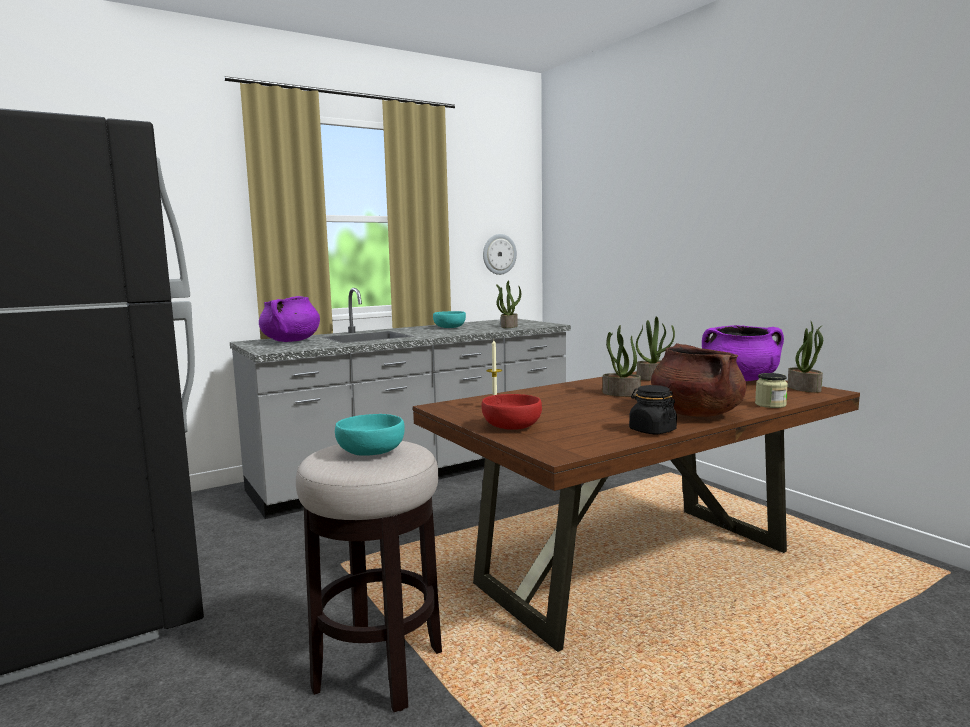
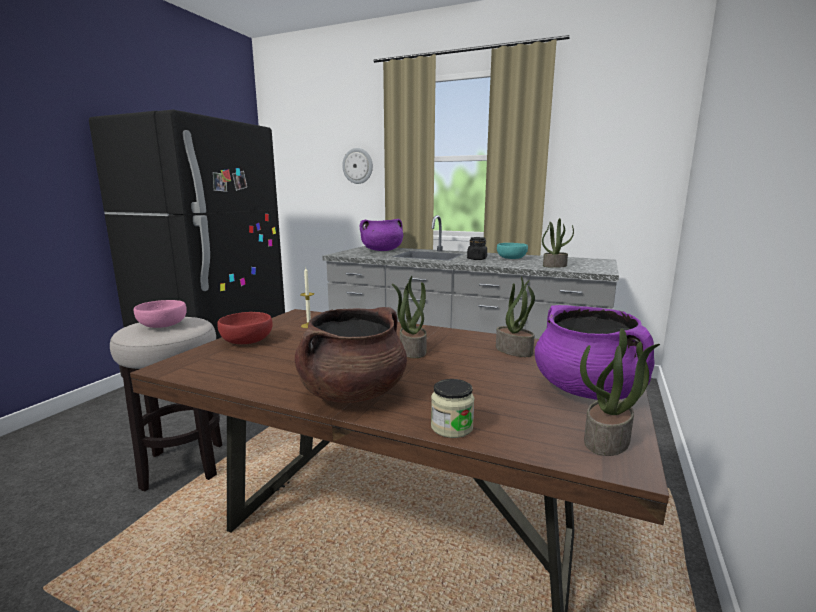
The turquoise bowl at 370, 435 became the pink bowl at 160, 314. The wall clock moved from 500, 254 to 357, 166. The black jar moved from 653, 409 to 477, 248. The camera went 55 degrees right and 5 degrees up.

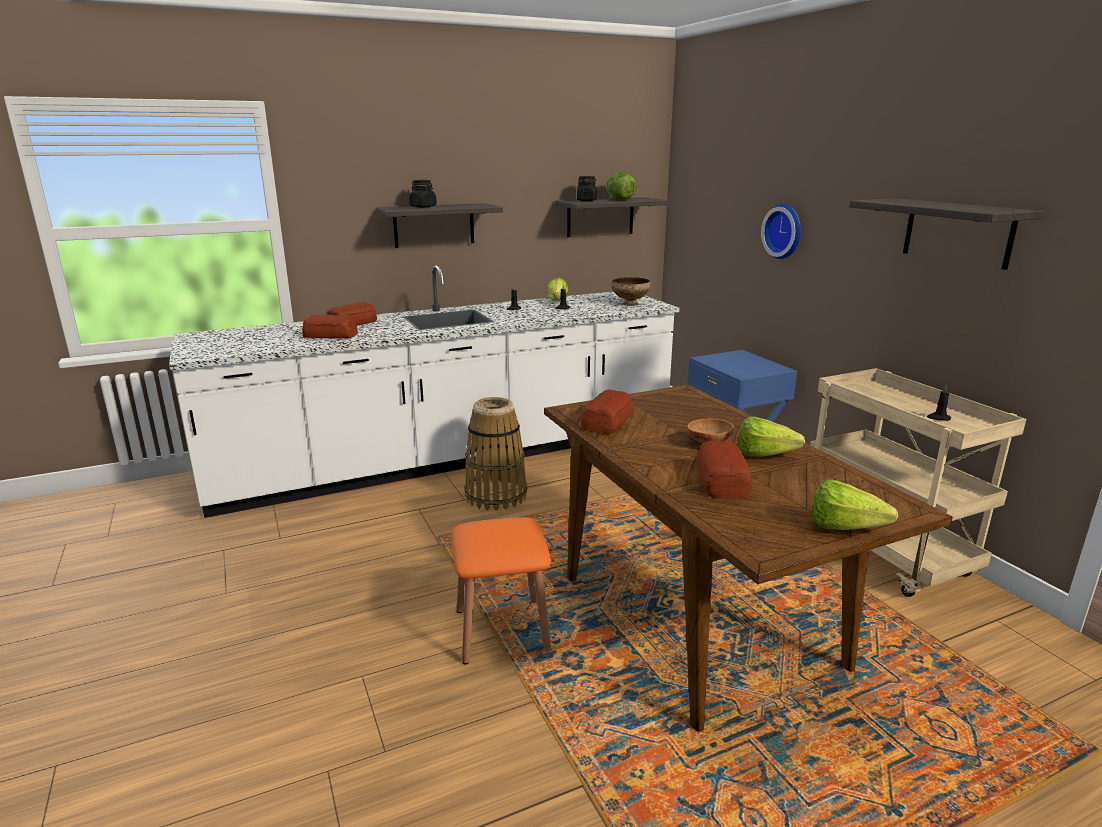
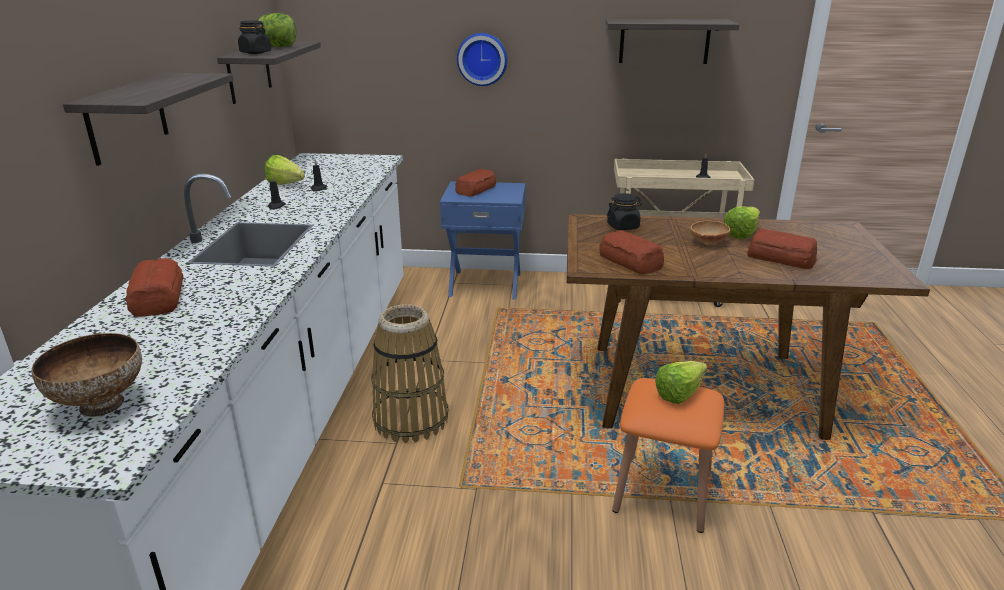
The bowl moved from 631, 291 to 87, 375. The bread moved from 330, 326 to 475, 182. The black jar moved from 423, 194 to 625, 211. The lettuce moved from 855, 504 to 681, 382. The camera went 60 degrees left and 5 degrees up.

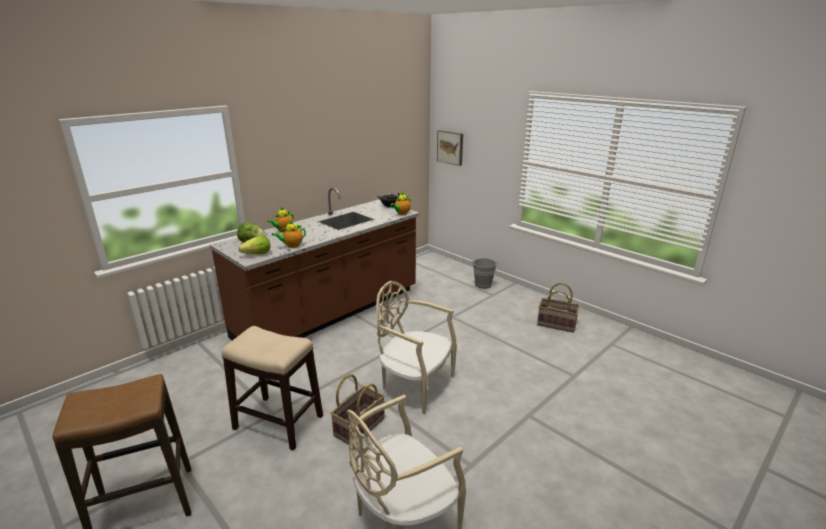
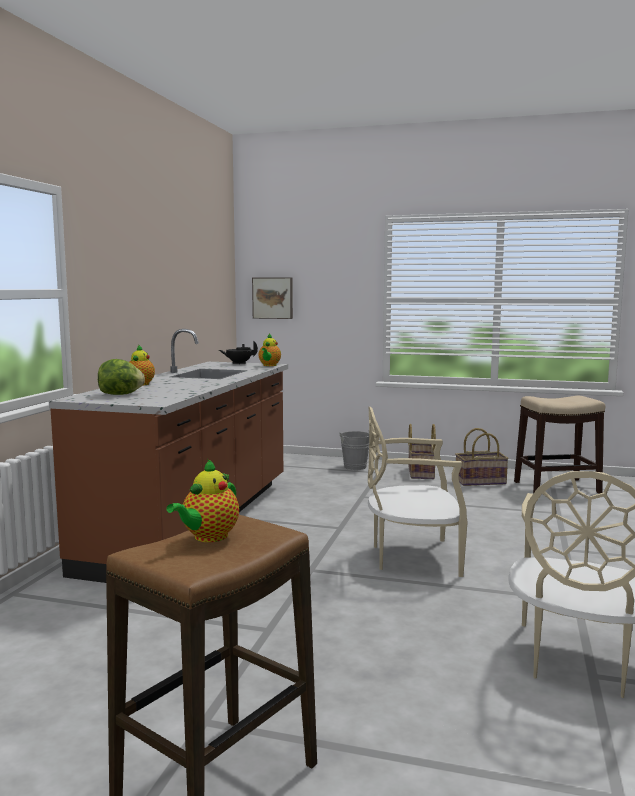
The teapot moved from 289, 234 to 202, 500. The basket moved from 357, 409 to 422, 451. The stool moved from 272, 388 to 559, 445. The lettuce at 254, 245 disappeared. The camera went 30 degrees left and 15 degrees down.

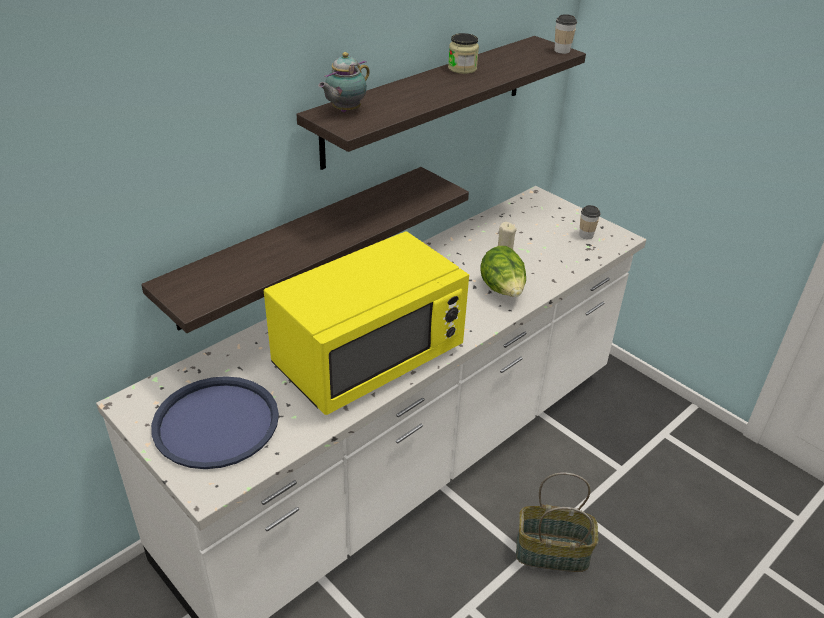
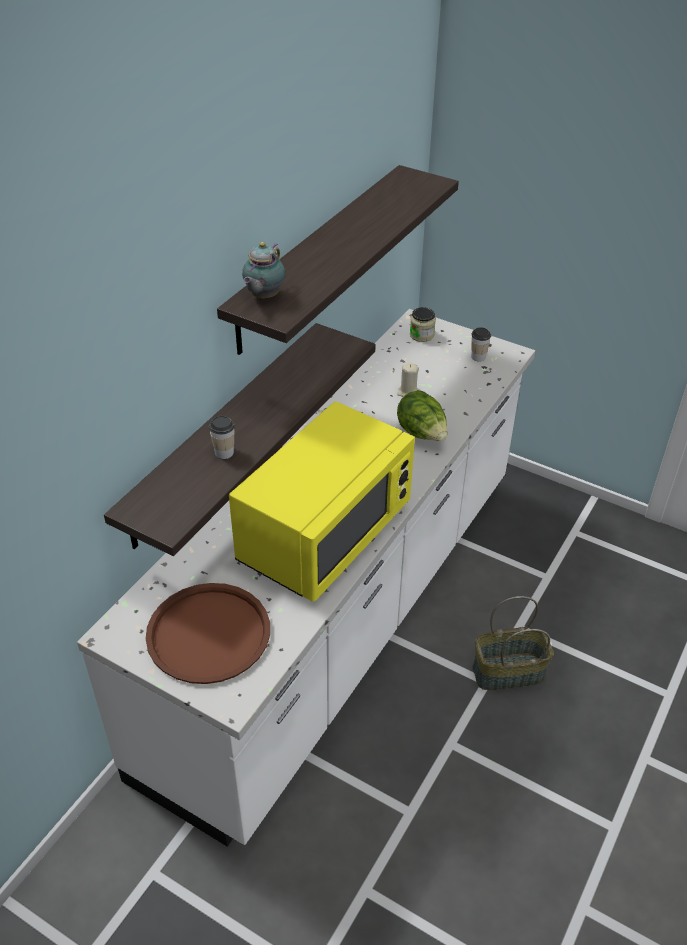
The blue tray at 215, 422 became the brown tray at 208, 633. The cup moved from 565, 34 to 222, 437. The jar moved from 463, 53 to 423, 324. The camera went 15 degrees left and 5 degrees up.

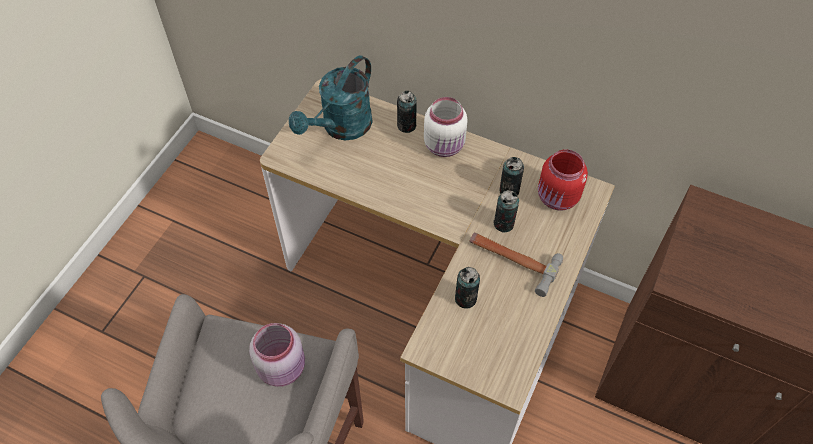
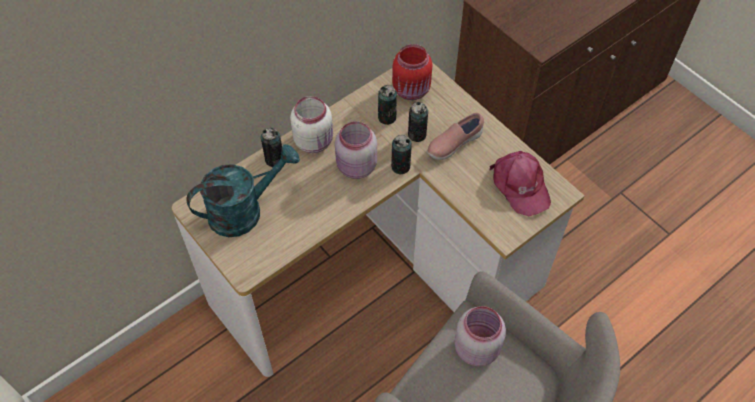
The turquoise watering can at 331, 98 turned 90 degrees counterclockwise. The pink jar at 356, 150 appeared. The can moved from 467, 288 to 401, 154. The hammer at 516, 264 was replaced by the pink shoe at 455, 136. The pink cap at 520, 183 appeared. The camera went 65 degrees left and 0 degrees up.

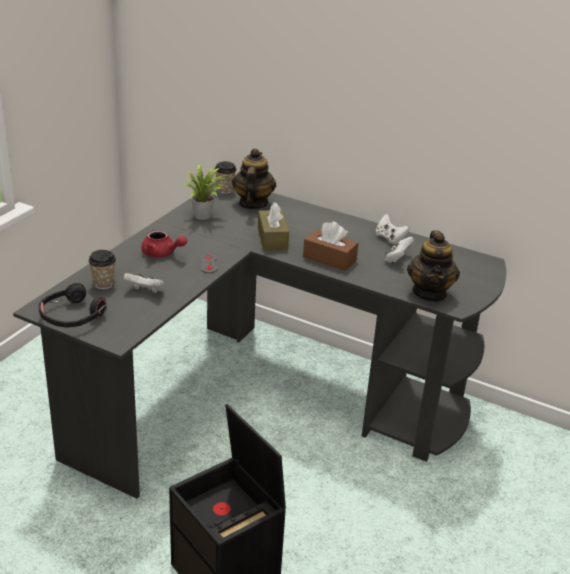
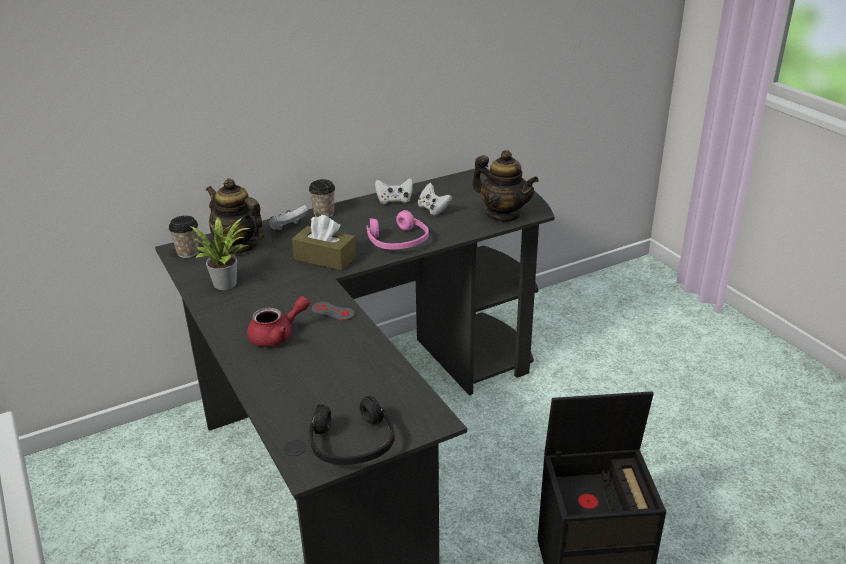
The white game controller moved from 143, 283 to 289, 218. The cup moved from 102, 270 to 322, 198. The brown tissue box at 330, 246 was replaced by the pink headphones at 398, 230. The camera went 55 degrees left and 0 degrees up.

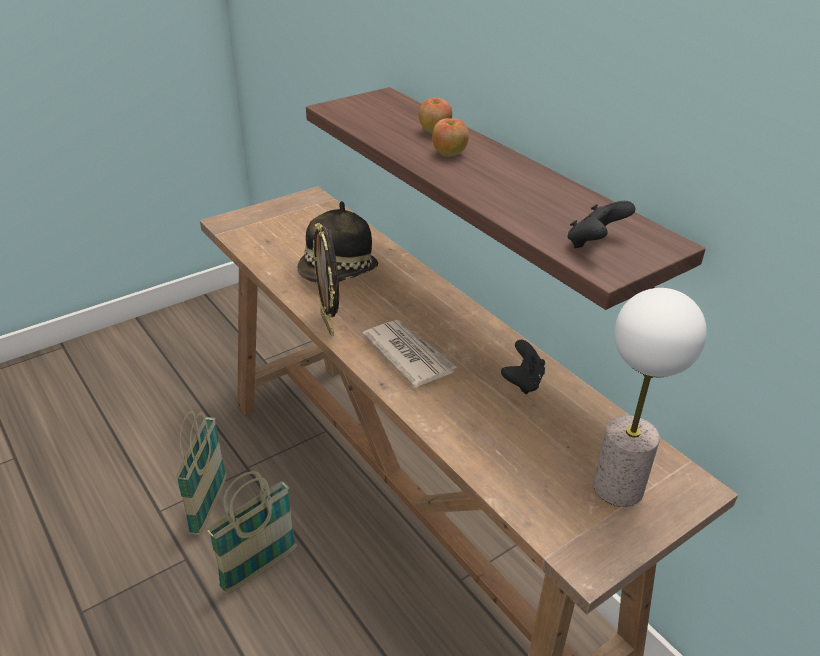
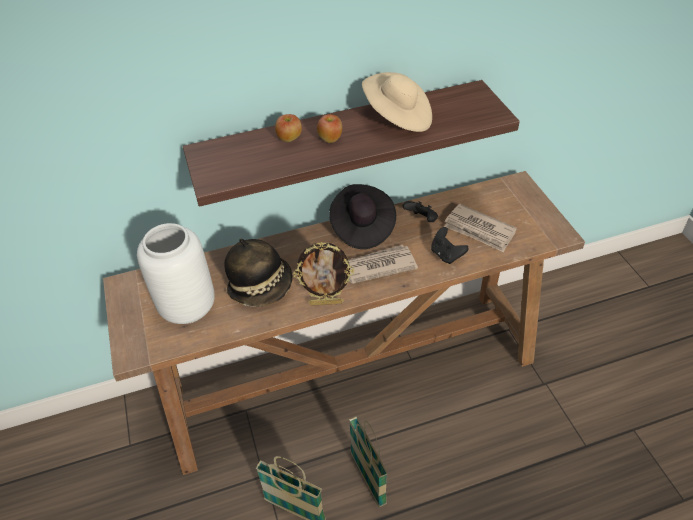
The white vase at 176, 273 appeared. The black hat at 362, 216 appeared. The beige hat at 397, 102 appeared. The black game controller moved from 601, 224 to 450, 245. The newspaper at 480, 228 appeared. The table lamp at 650, 397 disappeared. The camera went 70 degrees left and 10 degrees up.

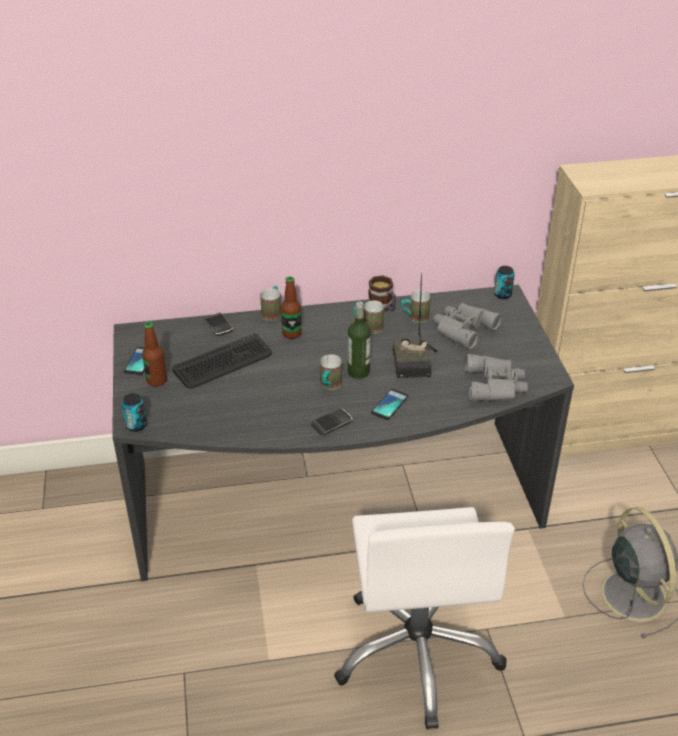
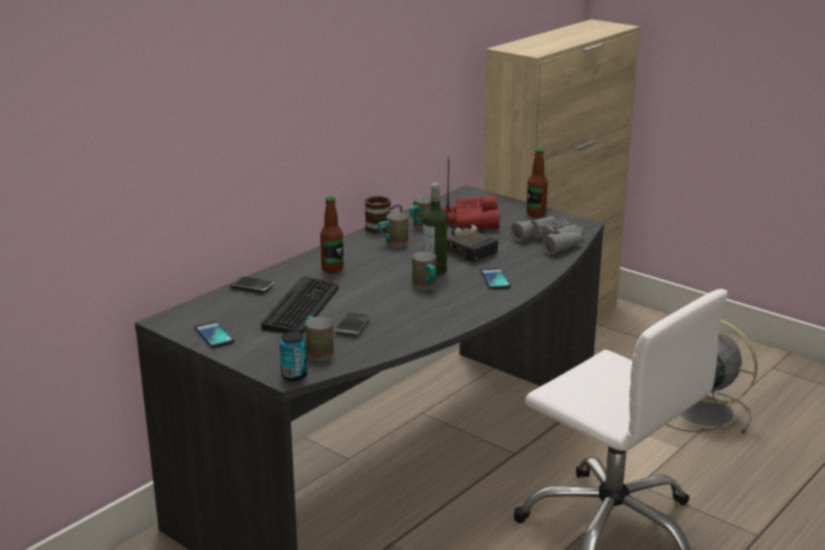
The mug moved from 270, 303 to 319, 338. The phone moved from 332, 422 to 352, 325. The grey binoculars at 467, 326 became the red binoculars at 470, 212. The bottle moved from 154, 354 to 537, 182. The can at 504, 282 disappeared. The camera went 40 degrees left and 15 degrees down.

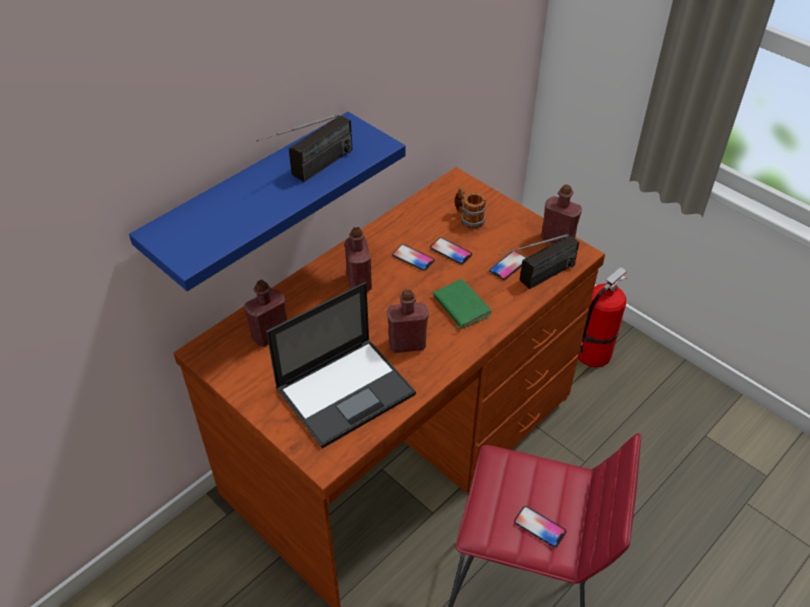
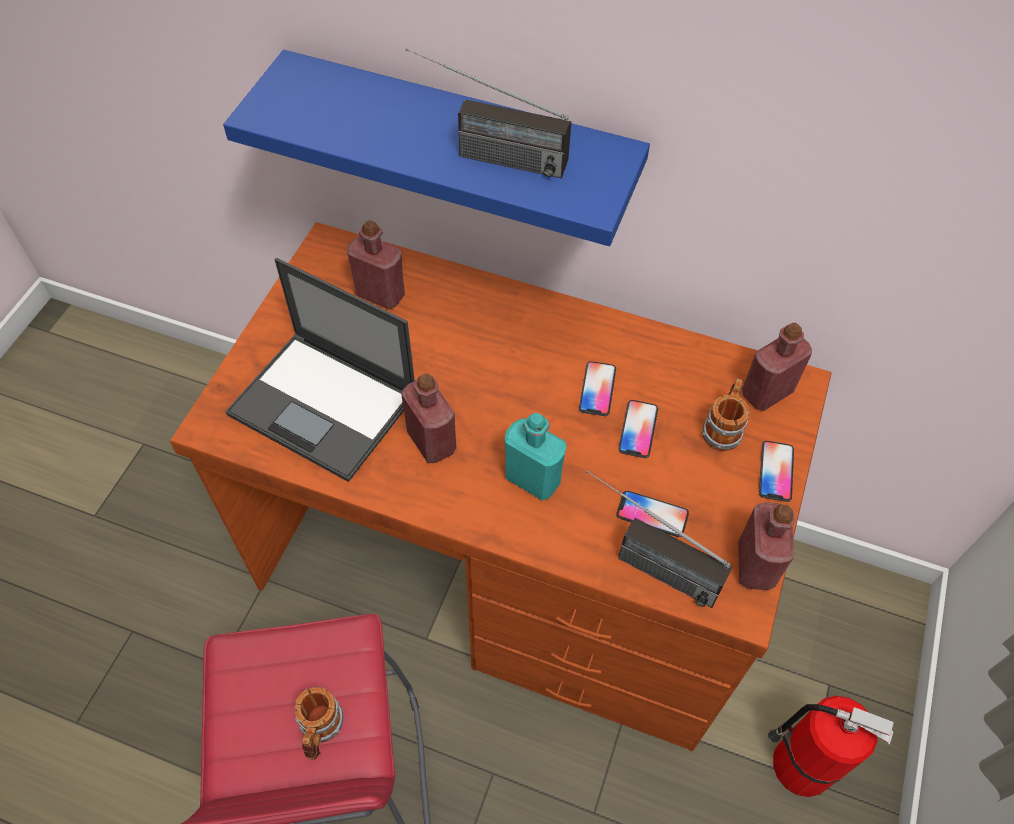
The mug at 319, 723 appeared. The green book at 462, 304 was replaced by the turquoise bottle at 536, 456. The red bottle moved from 358, 259 to 777, 367. The phone moved from 540, 526 to 776, 471. The camera went 65 degrees right and 10 degrees up.

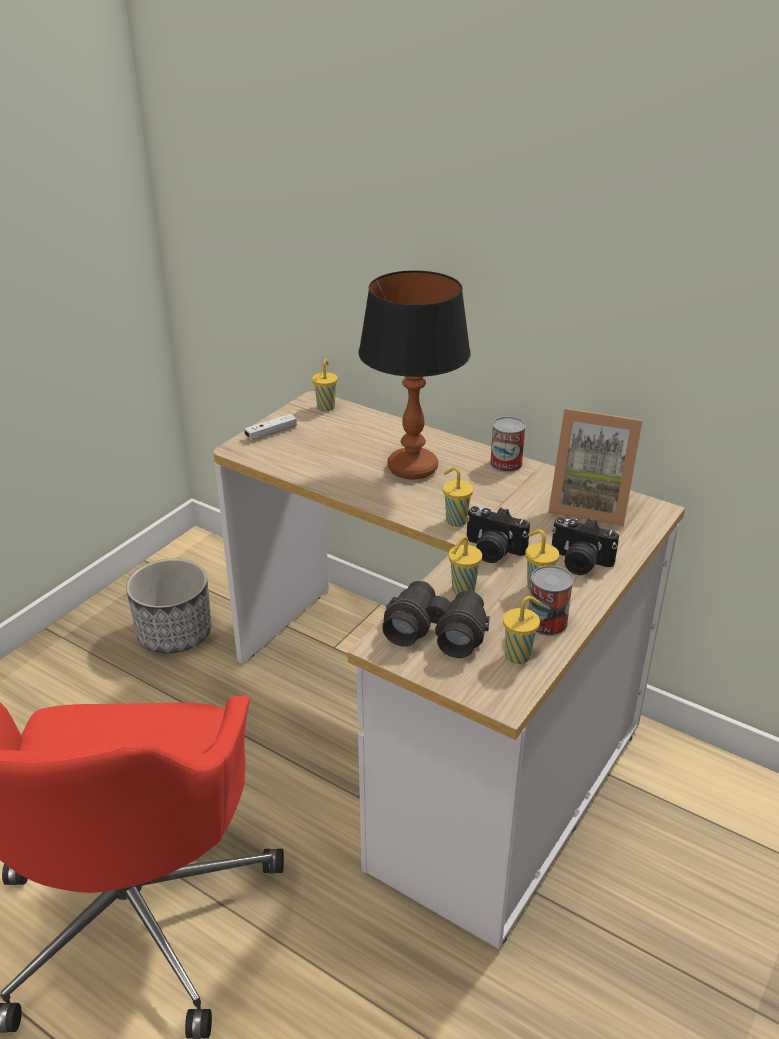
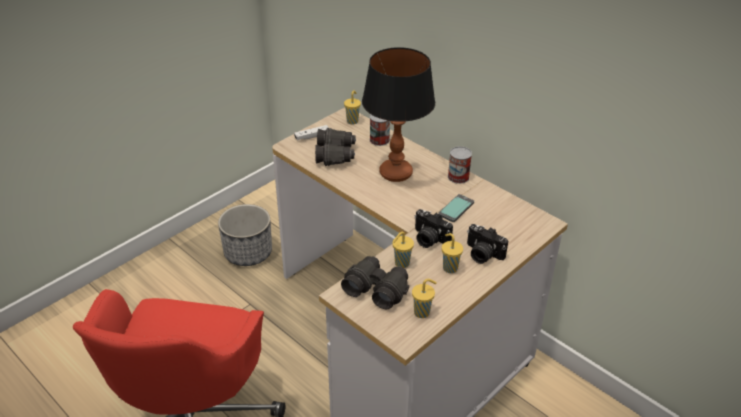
The black binoculars at 335, 147 appeared. The can moved from 551, 600 to 380, 130. The phone at 456, 208 appeared. The yellow cup at 458, 497 disappeared. The picture frame at 595, 467 disappeared. The camera went 10 degrees right and 5 degrees up.

